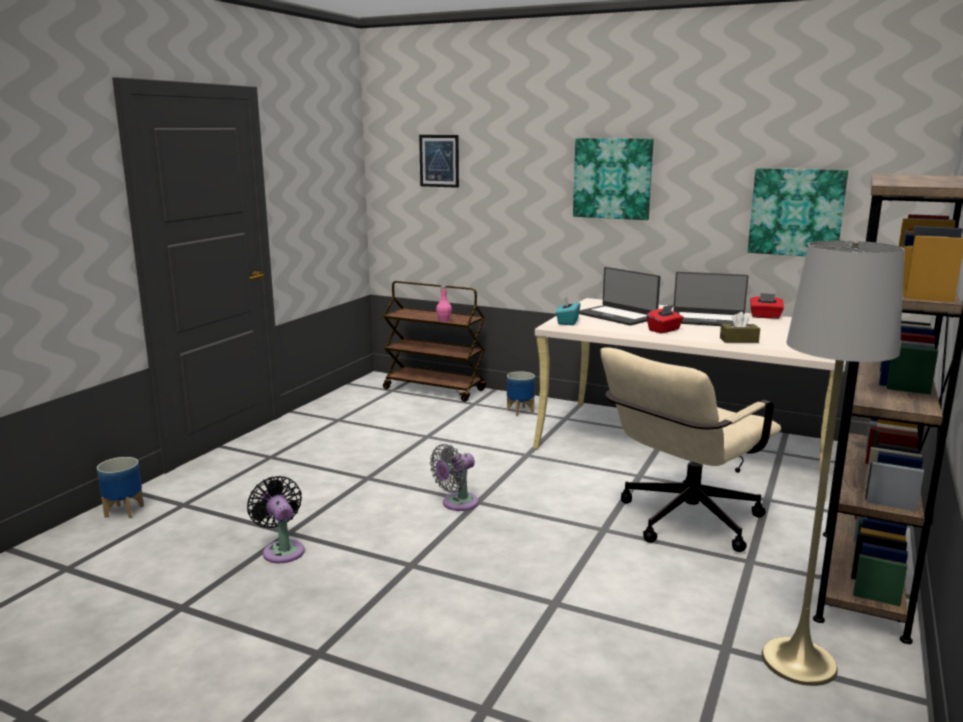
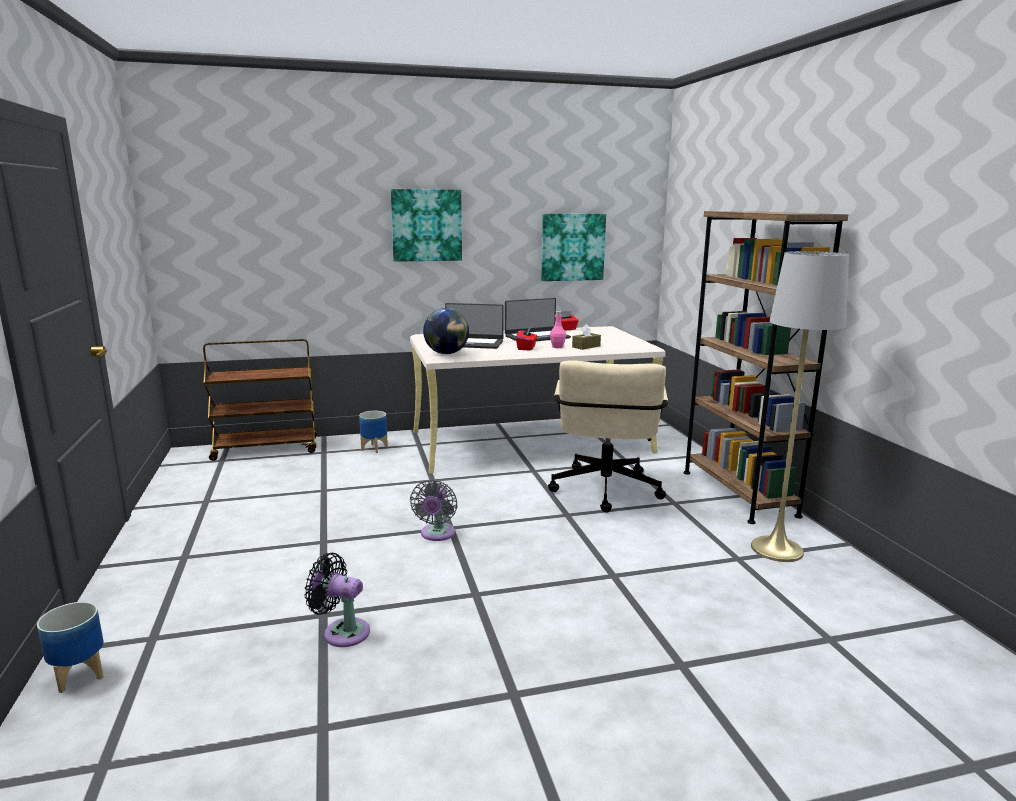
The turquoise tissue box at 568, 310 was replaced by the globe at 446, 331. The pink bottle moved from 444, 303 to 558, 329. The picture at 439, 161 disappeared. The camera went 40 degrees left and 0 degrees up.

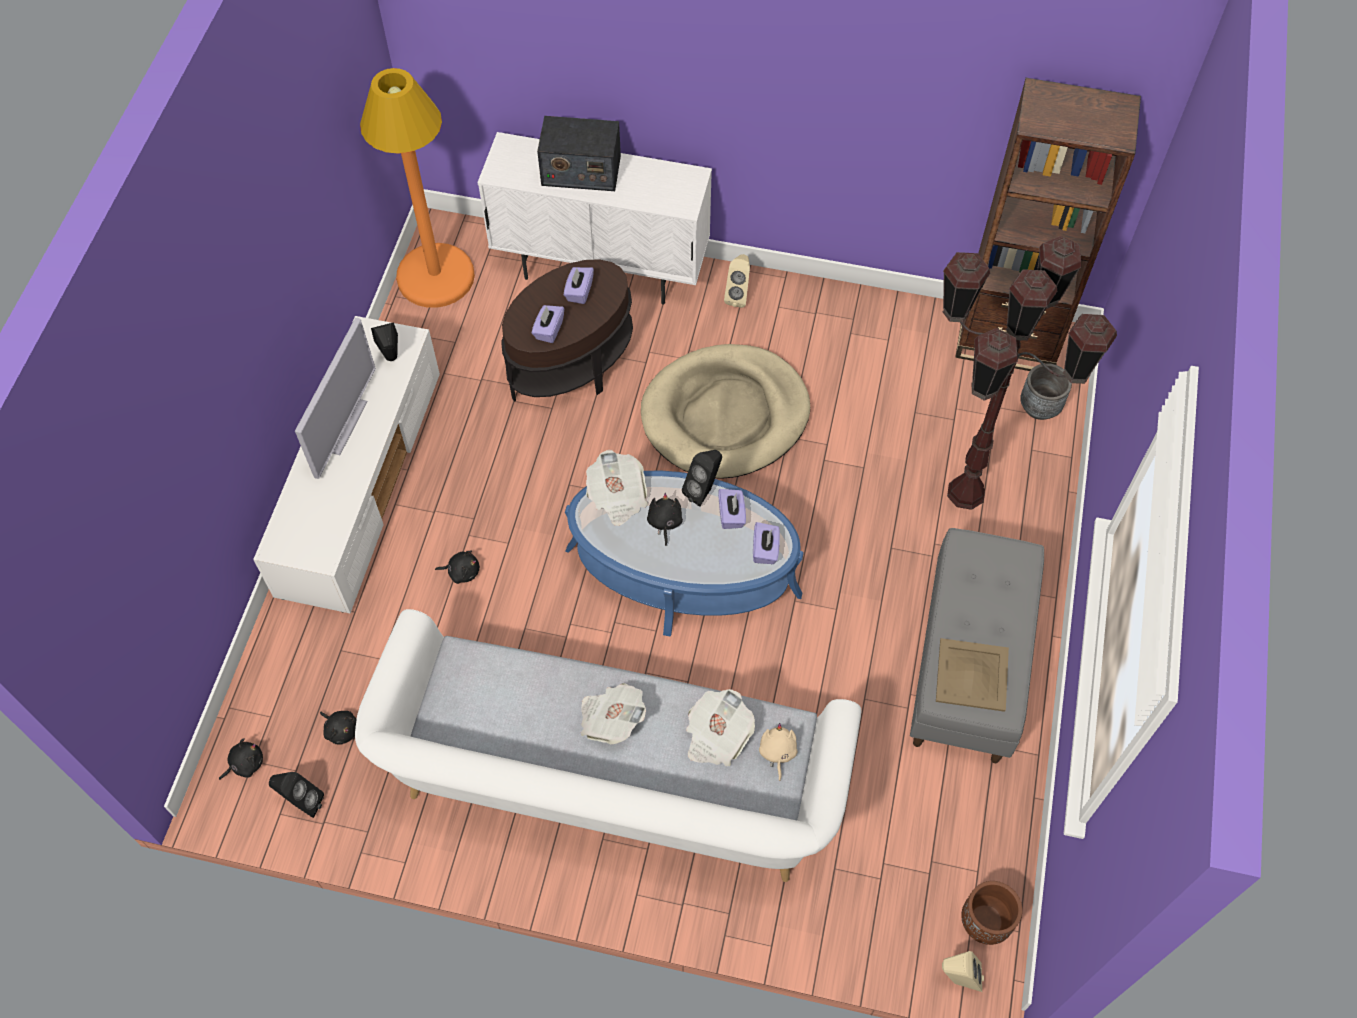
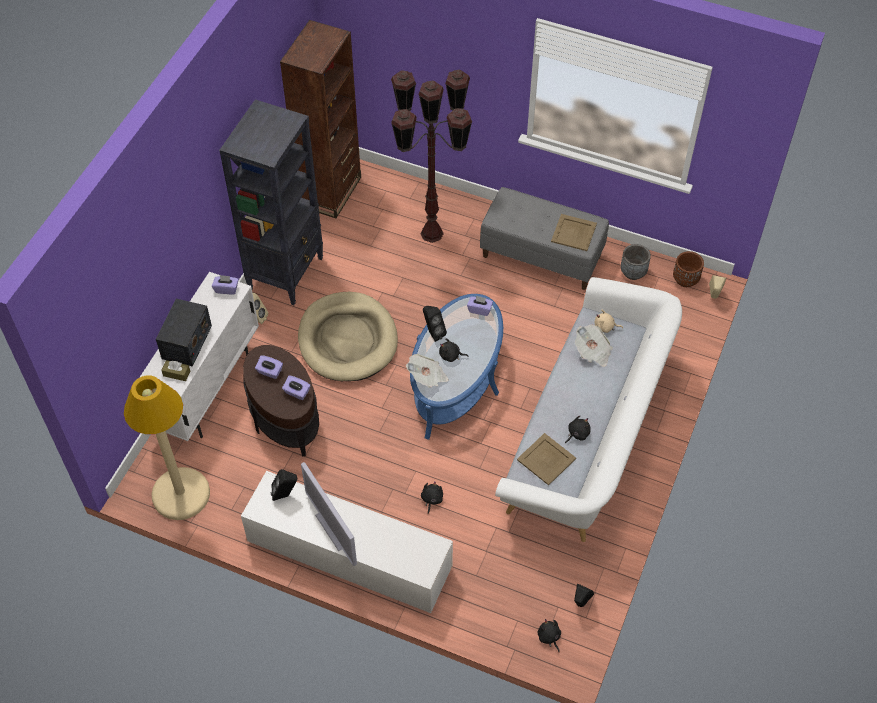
The orange floor lamp at 417, 188 became the beige floor lamp at 167, 447. The brown tissue box at 175, 370 appeared. The purple tissue box moved from 732, 509 to 225, 285. The black bookcase at 271, 202 appeared. The television at 335, 398 turned 150 degrees counterclockwise. The beige tray at 546, 459 appeared. The black plush toy moved from 338, 727 to 578, 429. The grey planter moved from 1046, 391 to 636, 262. The newspaper at 613, 713 disappeared. The camera went 80 degrees left and 5 degrees down.

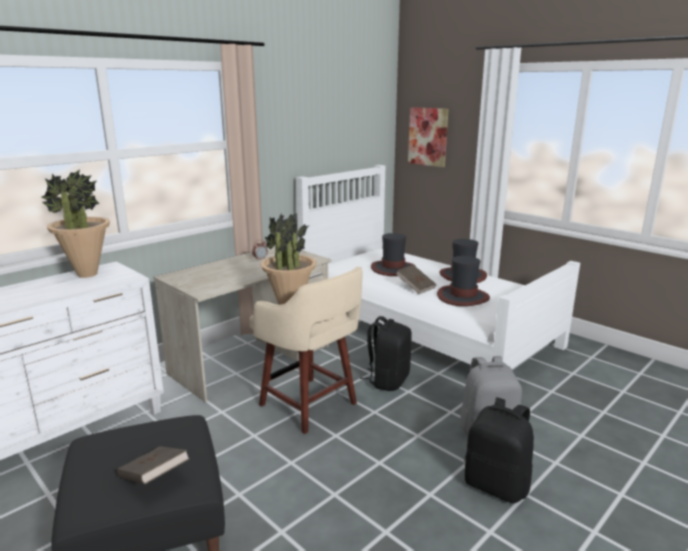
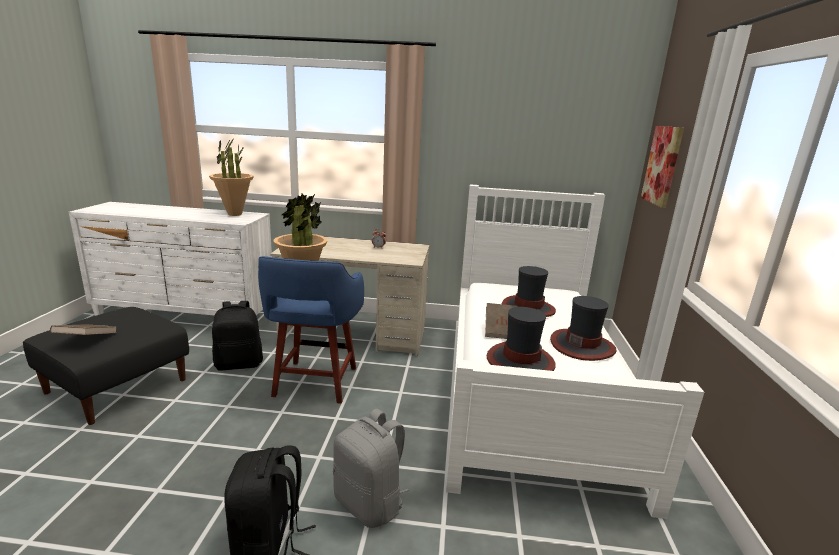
The black backpack moved from 386, 353 to 237, 336. The beige stool at 306, 350 became the blue stool at 311, 330. The camera went 50 degrees right and 0 degrees up.

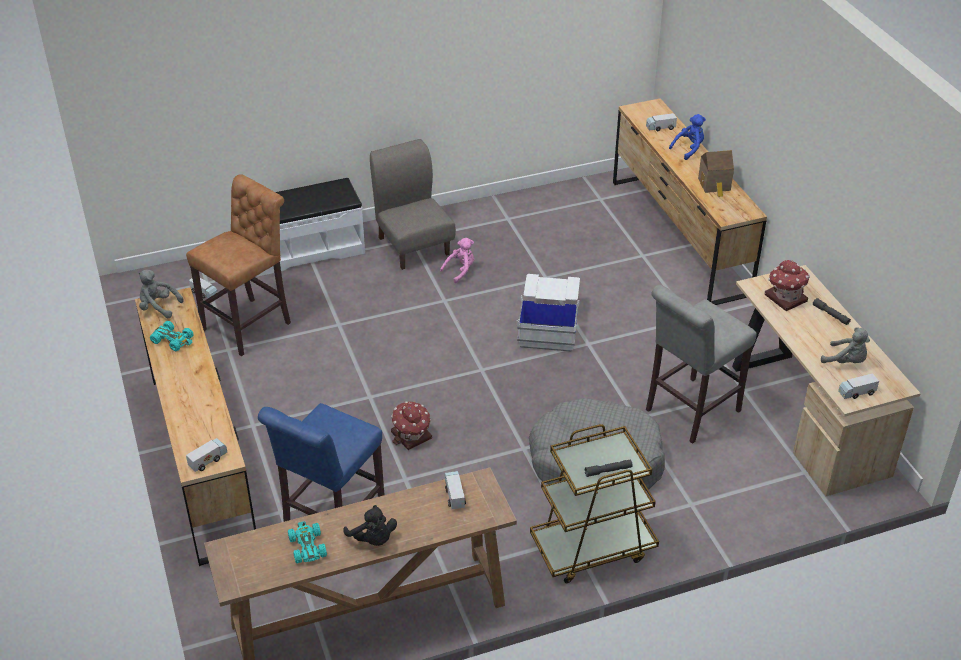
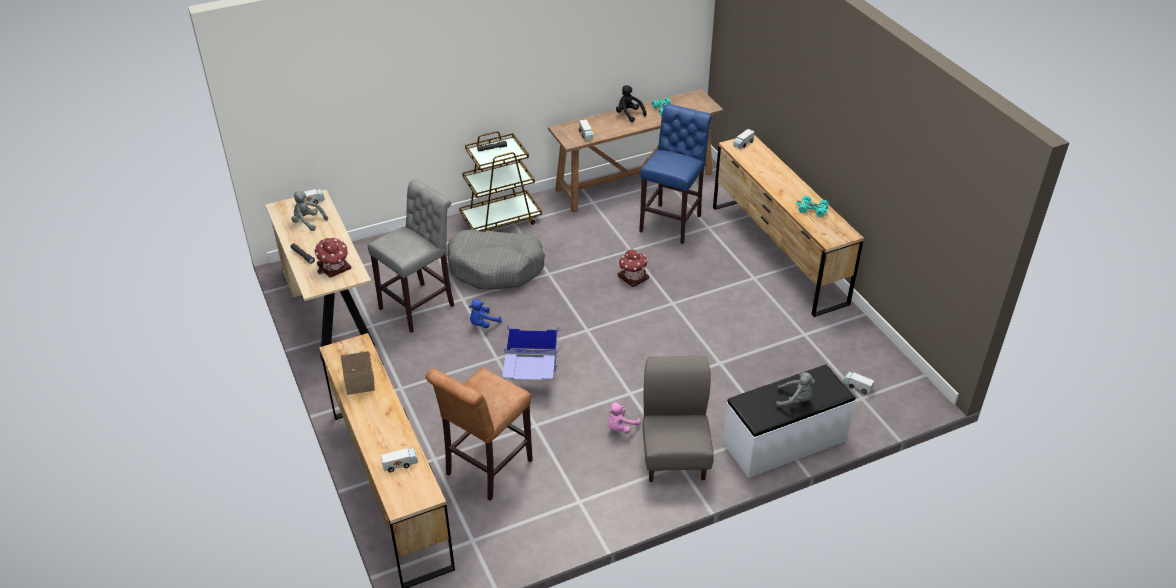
The brown stool moved from 238, 265 to 479, 434. The blue plush toy moved from 687, 137 to 485, 313. The white storage box at 548, 313 became the blue storage box at 530, 352. The grey chair at 413, 204 turned 150 degrees counterclockwise. The grey plush toy moved from 161, 294 to 795, 390. The camera went 175 degrees right and 0 degrees up.

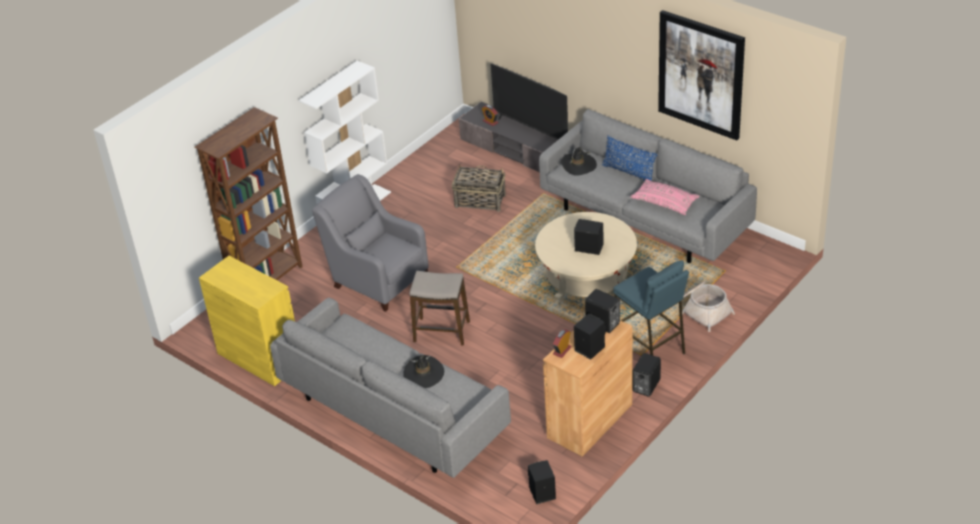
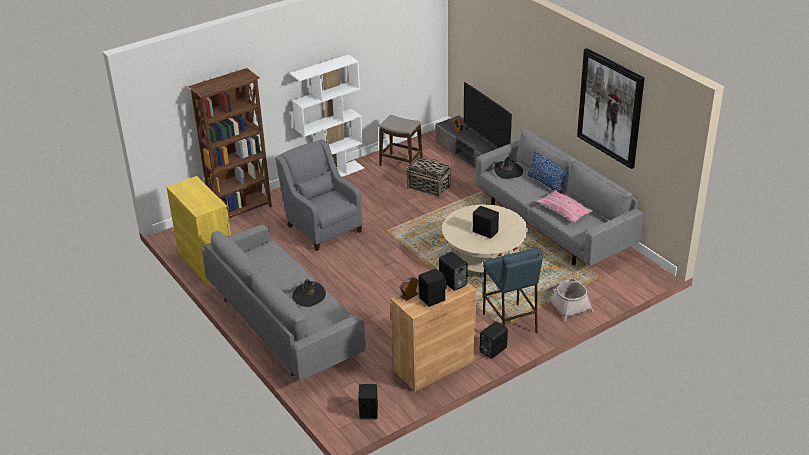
The stool moved from 440, 308 to 401, 140. The camera went 15 degrees right and 5 degrees down.

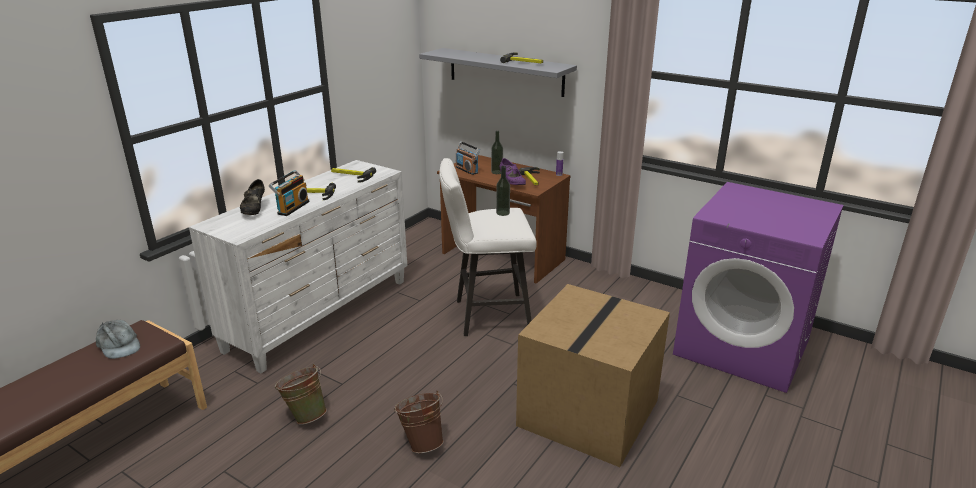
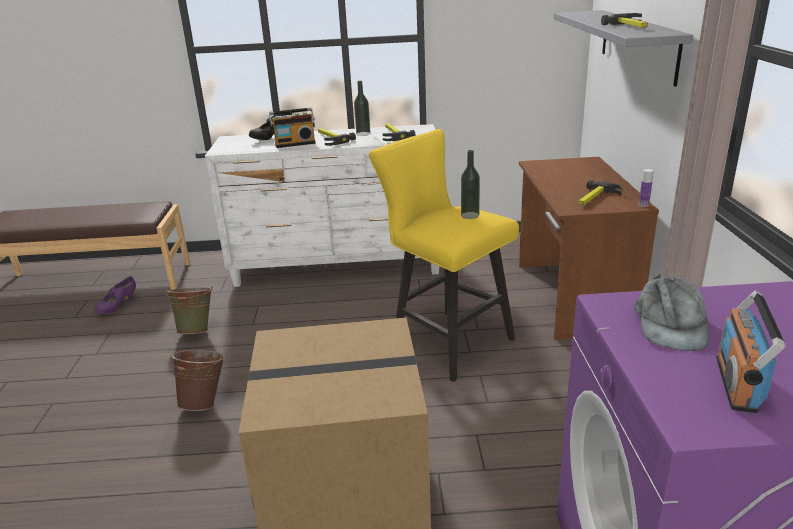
The purple shoe moved from 512, 171 to 115, 295. The bottle moved from 497, 152 to 362, 108. The white stool at 488, 247 became the yellow stool at 444, 255. The grey cap moved from 118, 339 to 671, 312. The radio moved from 468, 158 to 751, 352. The camera went 55 degrees right and 0 degrees up.

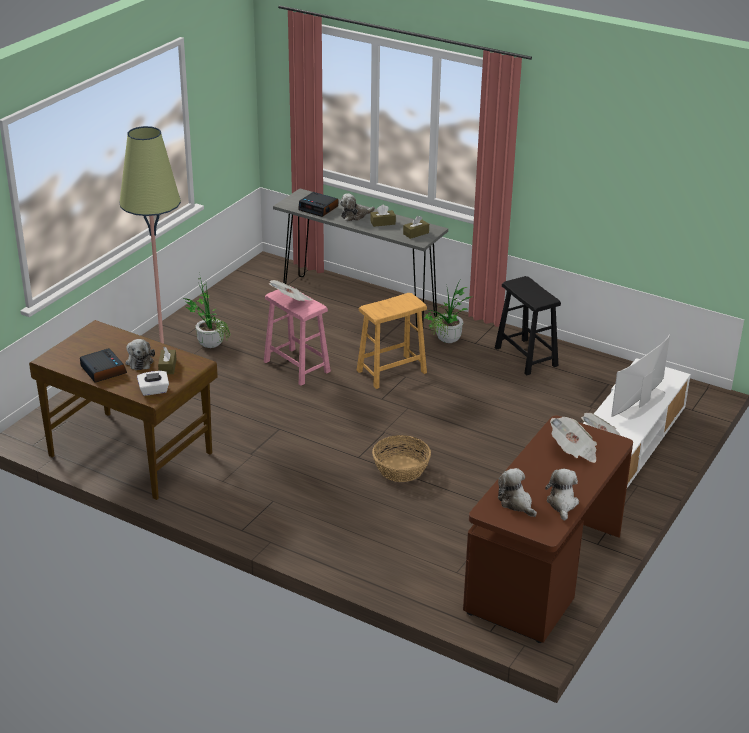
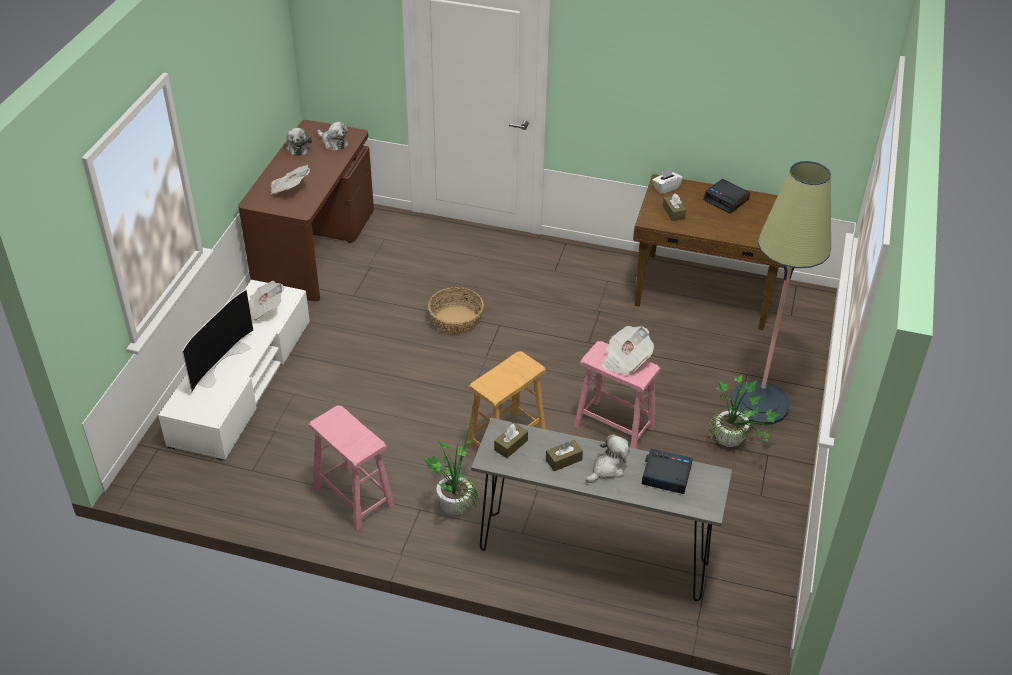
The black stool at 528, 326 became the pink stool at 352, 468. The plush toy at 140, 354 disappeared. The camera went 165 degrees right and 10 degrees up.

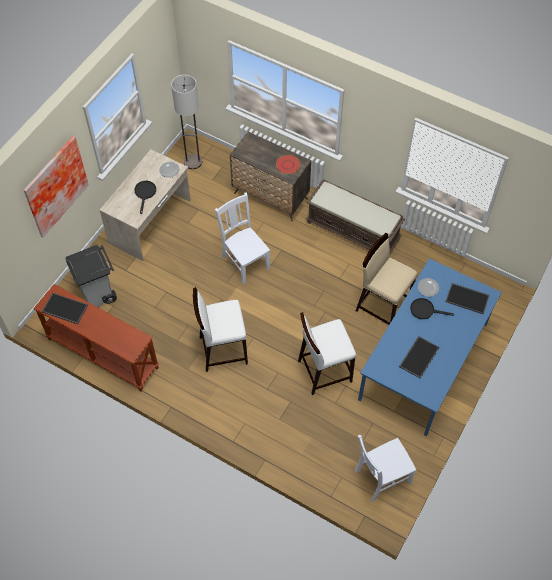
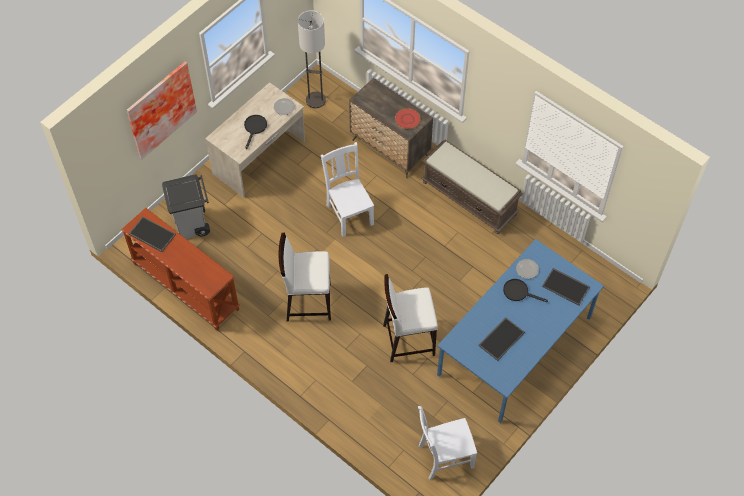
The beige stool at 387, 279 disappeared. The camera went 10 degrees right and 0 degrees up.

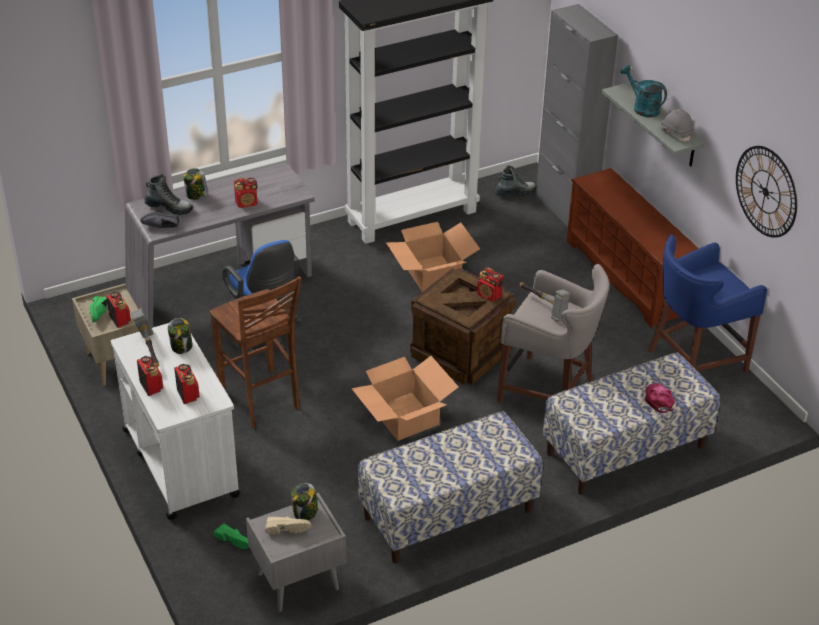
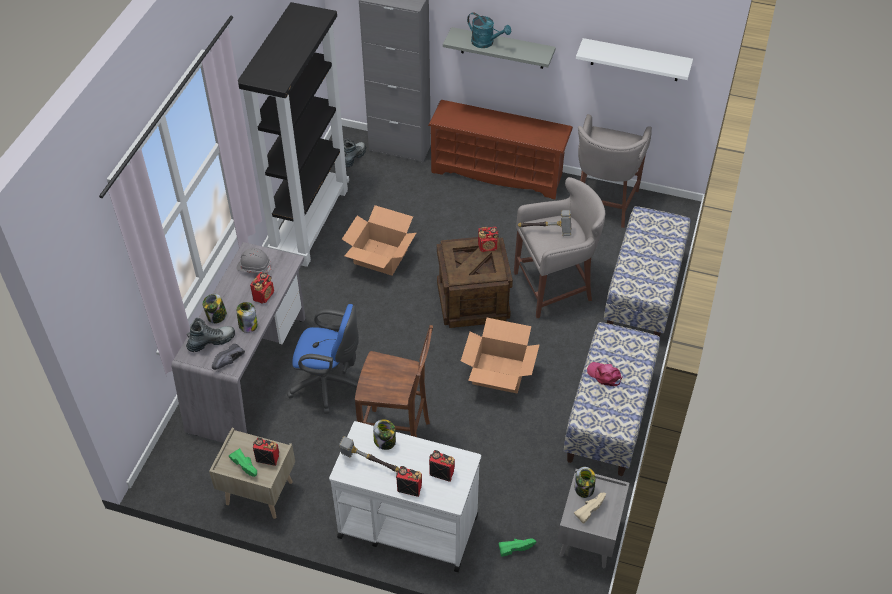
The grey hard hat moved from 676, 125 to 253, 260. The jar at 247, 317 appeared. The turquoise watering can at 644, 91 turned 150 degrees counterclockwise. The wall clock at 766, 192 was replaced by the white shelf at 634, 59. The blue stool at 707, 304 became the grey stool at 615, 171. The pink cap moved from 660, 398 to 605, 374. The camera went 45 degrees left and 10 degrees up.

